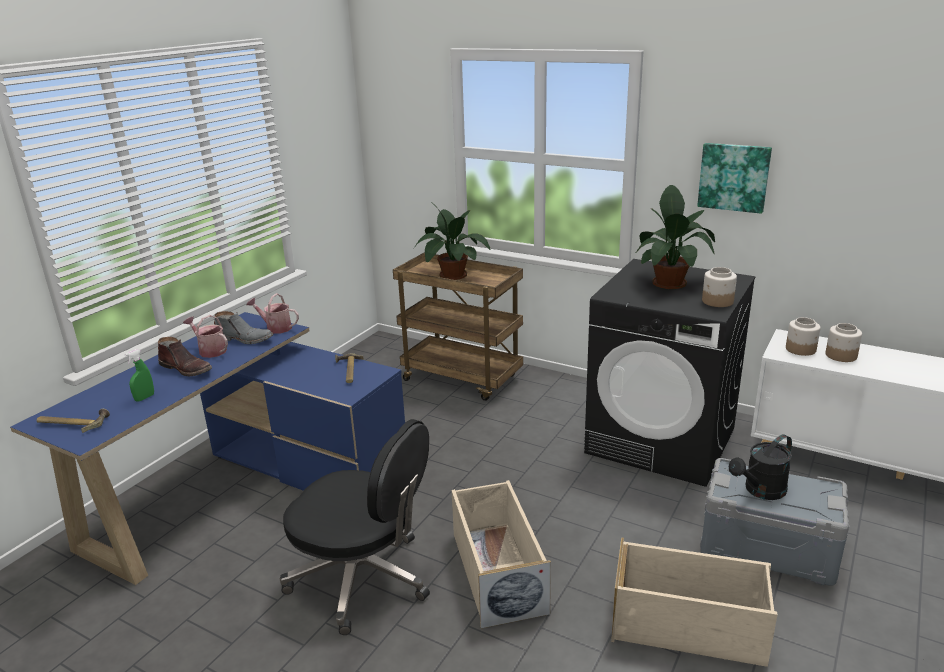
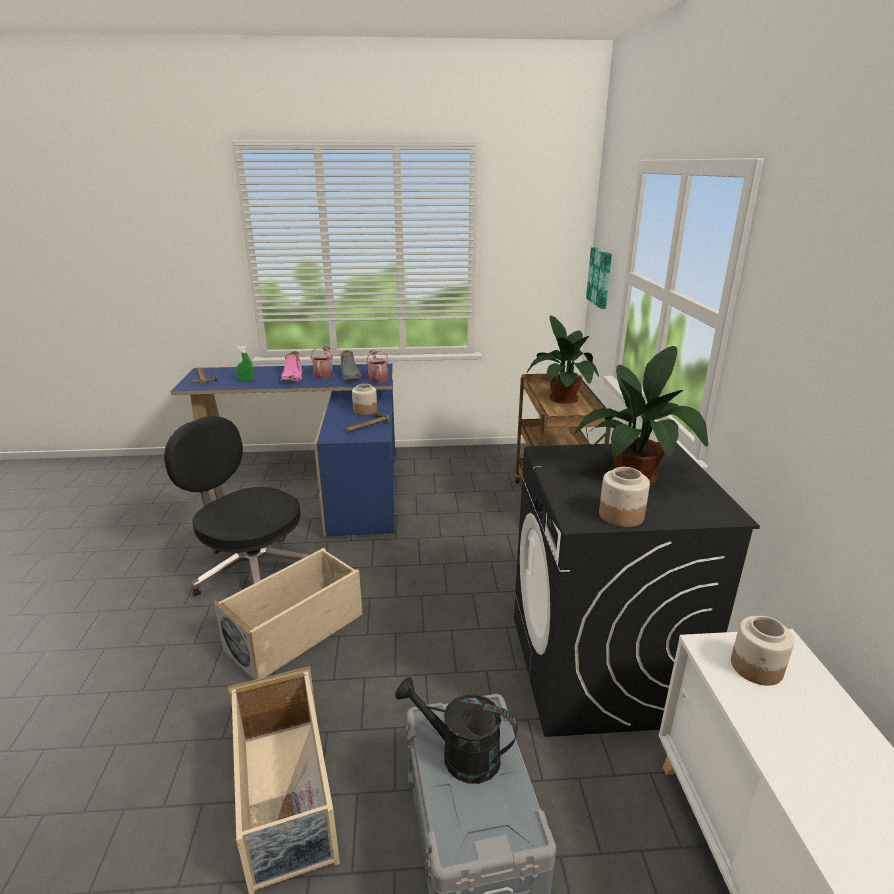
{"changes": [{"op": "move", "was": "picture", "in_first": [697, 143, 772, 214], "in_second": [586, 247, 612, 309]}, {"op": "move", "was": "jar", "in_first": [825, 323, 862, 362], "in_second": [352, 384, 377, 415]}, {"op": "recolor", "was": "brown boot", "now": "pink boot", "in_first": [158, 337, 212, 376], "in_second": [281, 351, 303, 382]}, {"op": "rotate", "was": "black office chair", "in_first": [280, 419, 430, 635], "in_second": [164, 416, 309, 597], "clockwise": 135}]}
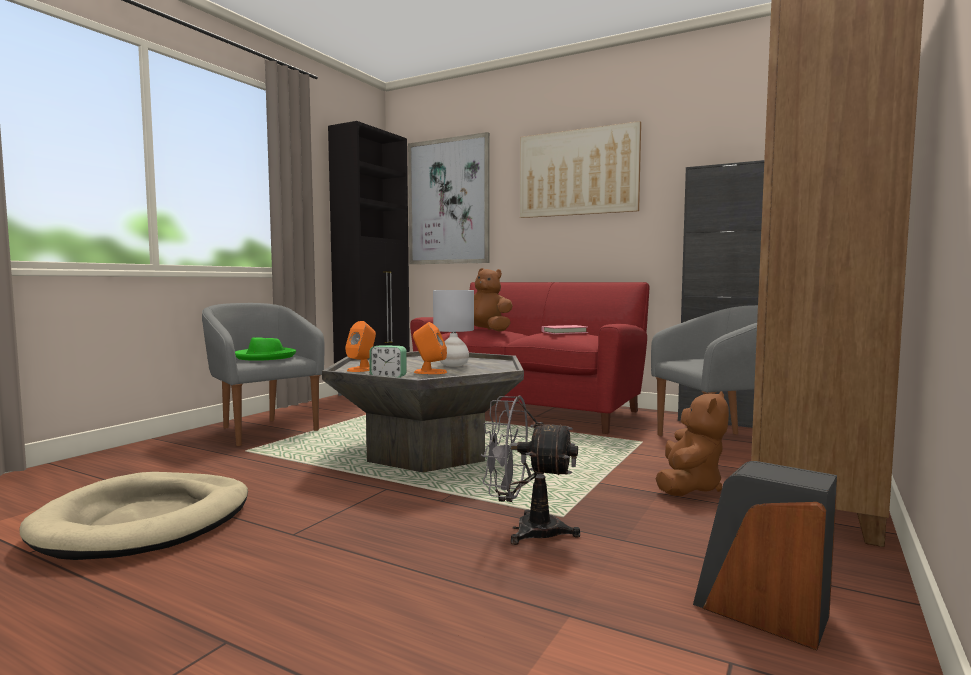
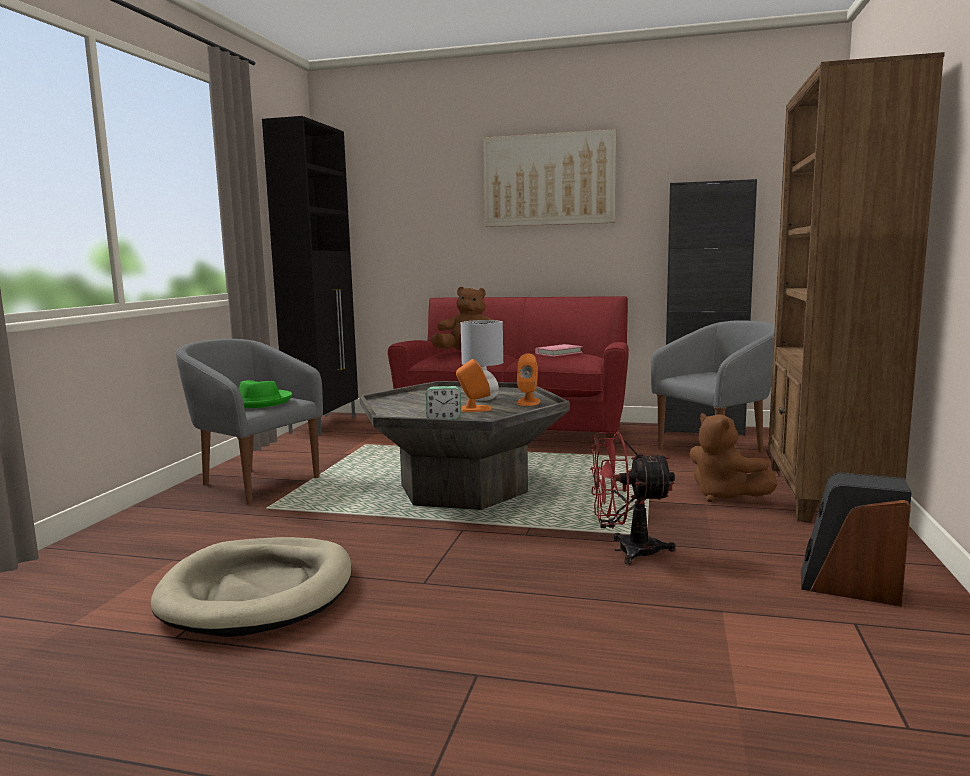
{"changes": [{"op": "delete", "was": "picture", "in_first": [408, 132, 490, 264]}, {"op": "move", "was": "orange speaker", "in_first": [345, 321, 376, 372], "in_second": [517, 354, 540, 406]}, {"op": "recolor", "was": "grey fan", "now": "red fan", "in_first": [481, 396, 580, 545], "in_second": [590, 432, 676, 565]}, {"op": "rotate", "was": "brown plush toy", "in_first": [656, 391, 729, 496], "in_second": [690, 413, 777, 502], "clockwise": 135}]}
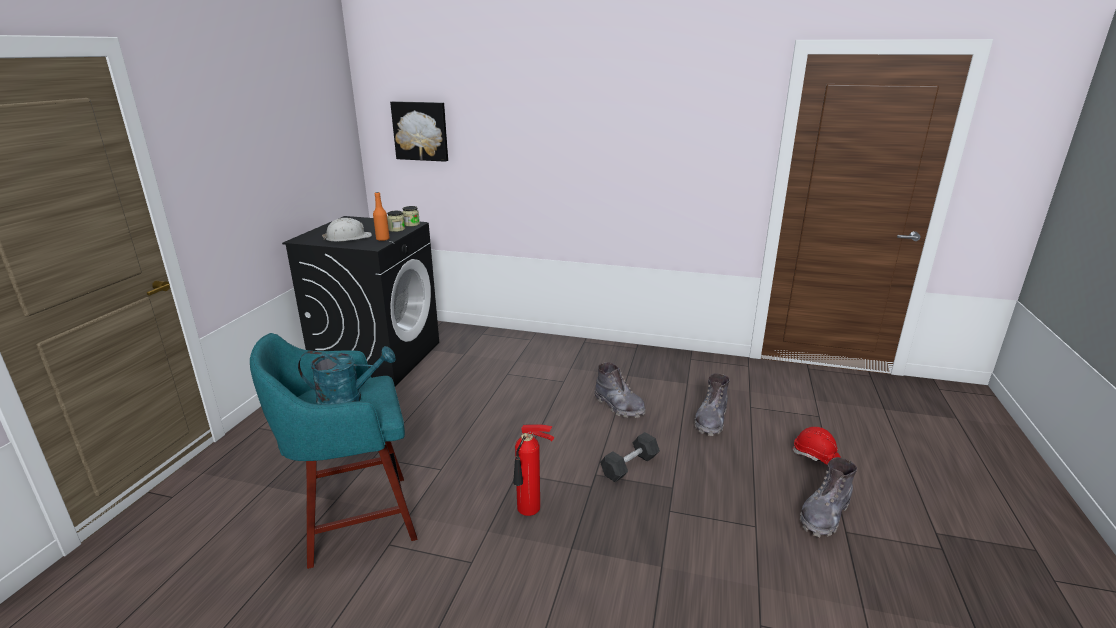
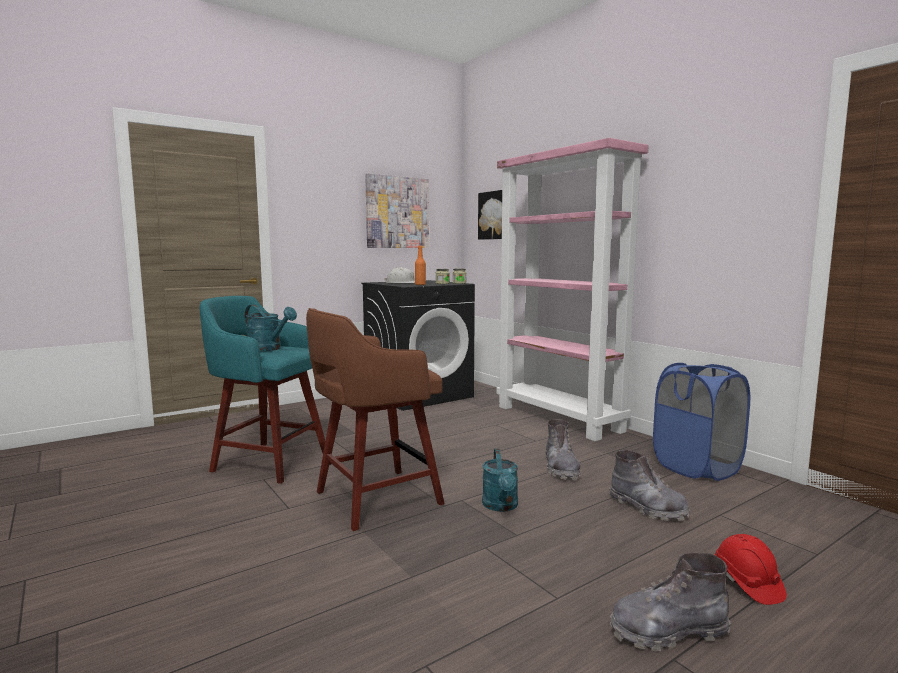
{"changes": [{"op": "insert", "now": "picture", "in_second": [365, 173, 429, 248]}, {"op": "insert", "now": "pink bookcase", "in_second": [497, 138, 649, 441]}, {"op": "insert", "now": "blue laundry basket", "in_second": [653, 363, 750, 481]}, {"op": "replace", "was": "fire extinguisher", "now": "brown stool", "in_first": [513, 424, 554, 516], "in_second": [306, 308, 445, 531]}, {"op": "replace", "was": "black dumbbell", "now": "turquoise watering can", "in_first": [600, 432, 660, 482], "in_second": [482, 449, 518, 512]}, {"op": "rotate", "was": "grey boot", "in_first": [694, 373, 730, 436], "in_second": [609, 450, 690, 521], "clockwise": -105}]}
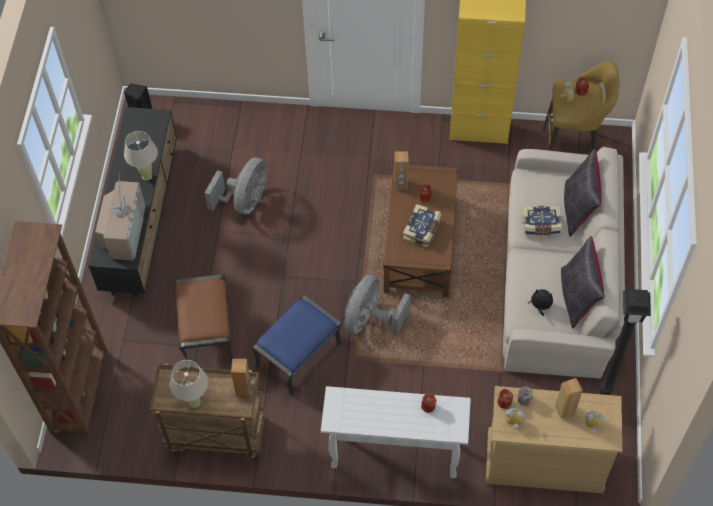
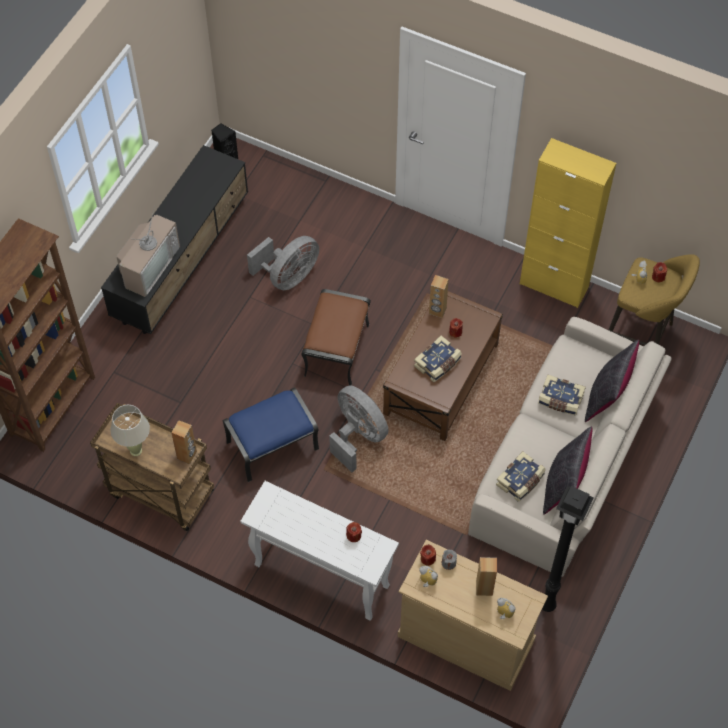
{"changes": [{"op": "delete", "was": "beige table lamp", "in_first": [124, 131, 158, 181]}, {"op": "move", "was": "brown ottoman", "in_first": [175, 275, 234, 360], "in_second": [301, 289, 371, 385]}, {"op": "replace", "was": "plush toy", "now": "book", "in_first": [528, 289, 553, 316], "in_second": [496, 451, 546, 501]}, {"op": "rotate", "was": "grey fan", "in_first": [344, 275, 410, 335], "in_second": [329, 385, 389, 472], "clockwise": 90}]}
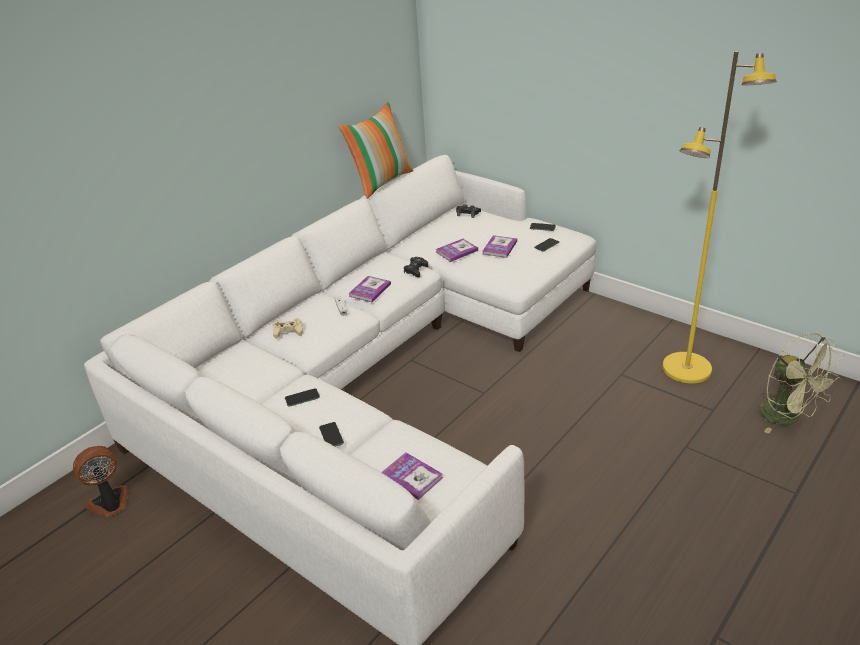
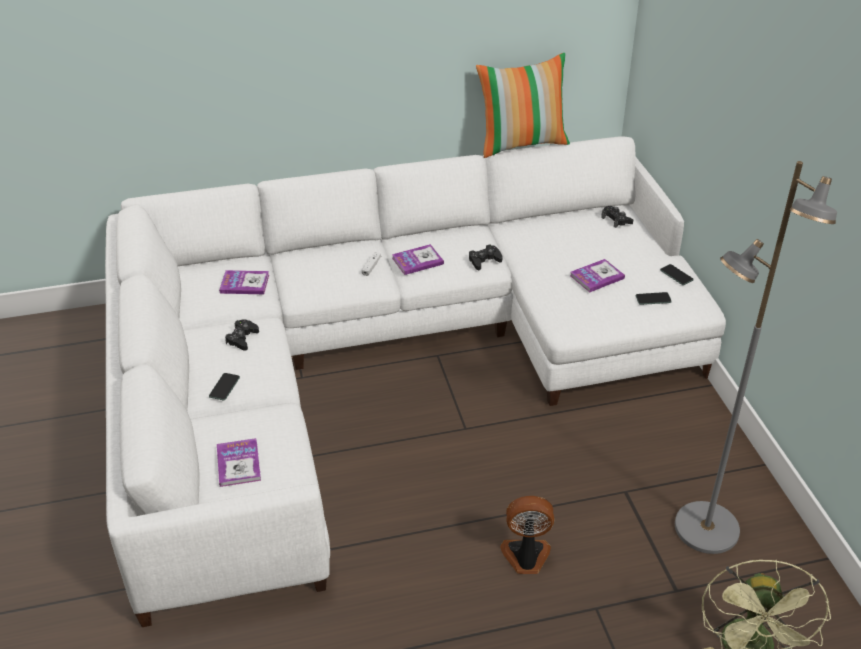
{"changes": [{"op": "delete", "was": "beige game controller", "in_first": [273, 318, 303, 339]}, {"op": "move", "was": "fan", "in_first": [73, 446, 129, 517], "in_second": [500, 496, 555, 574]}, {"op": "move", "was": "book", "in_first": [436, 239, 478, 262], "in_second": [219, 270, 269, 294]}, {"op": "replace", "was": "phone", "now": "black game controller", "in_first": [285, 388, 320, 407], "in_second": [225, 319, 259, 351]}, {"op": "recolor", "was": "yellow floor lamp", "now": "grey floor lamp", "in_first": [663, 51, 777, 383], "in_second": [675, 161, 837, 554]}]}
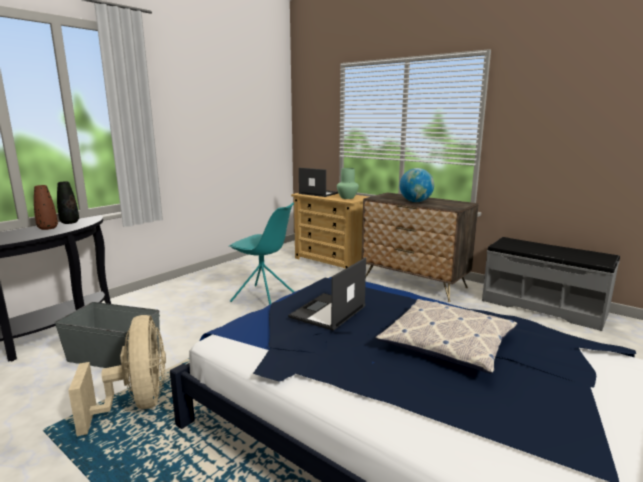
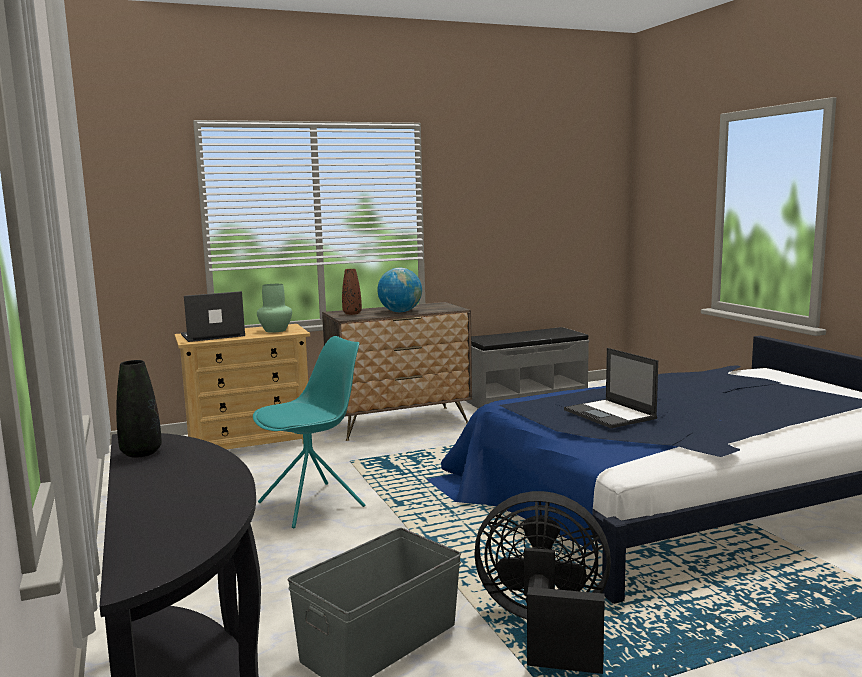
{"changes": [{"op": "delete", "was": "pillow", "in_first": [376, 299, 517, 374]}, {"op": "move", "was": "brown vase", "in_first": [34, 185, 58, 230], "in_second": [342, 269, 362, 315]}, {"op": "recolor", "was": "beige fan", "now": "black fan", "in_first": [68, 315, 166, 436], "in_second": [474, 491, 611, 674]}]}
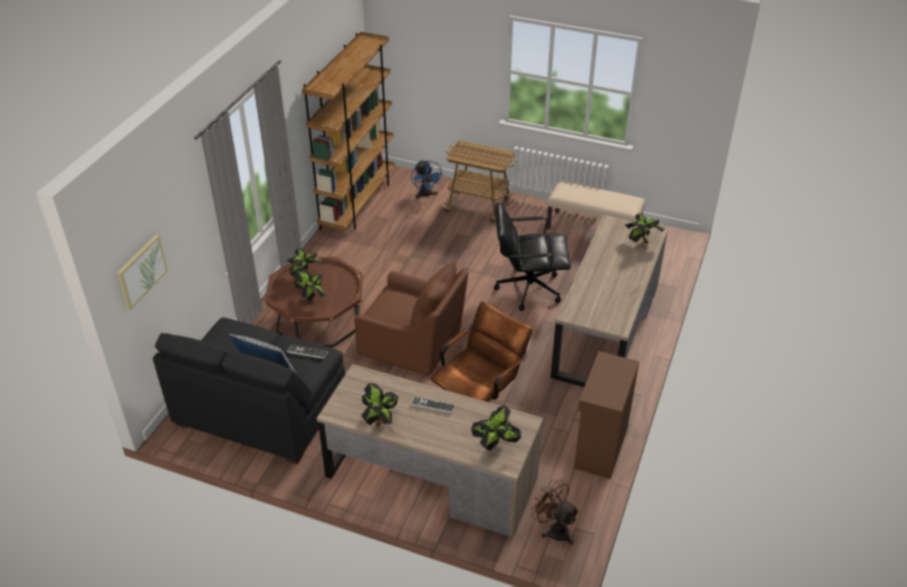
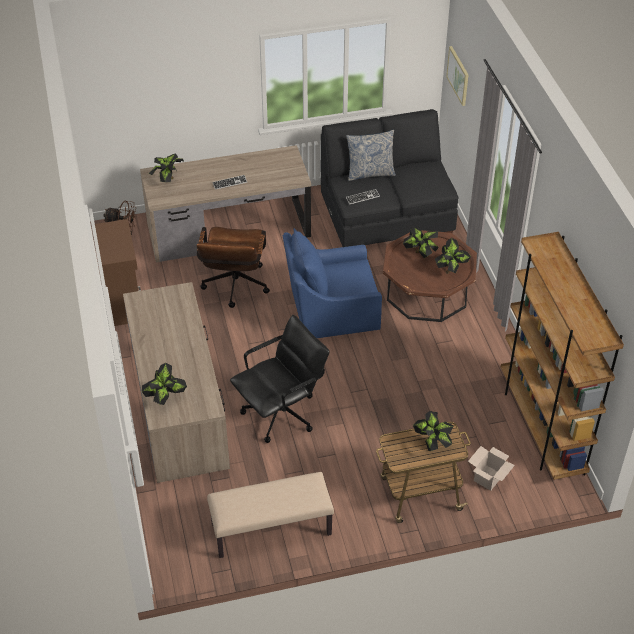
{"changes": [{"op": "move", "was": "potted plant", "in_first": [361, 383, 398, 427], "in_second": [413, 411, 454, 451]}, {"op": "replace", "was": "blue fan", "now": "cardboard box", "in_first": [411, 160, 443, 198], "in_second": [468, 446, 515, 491]}, {"op": "recolor", "was": "brown armchair", "now": "blue armchair", "in_first": [354, 261, 469, 376], "in_second": [283, 228, 382, 338]}]}
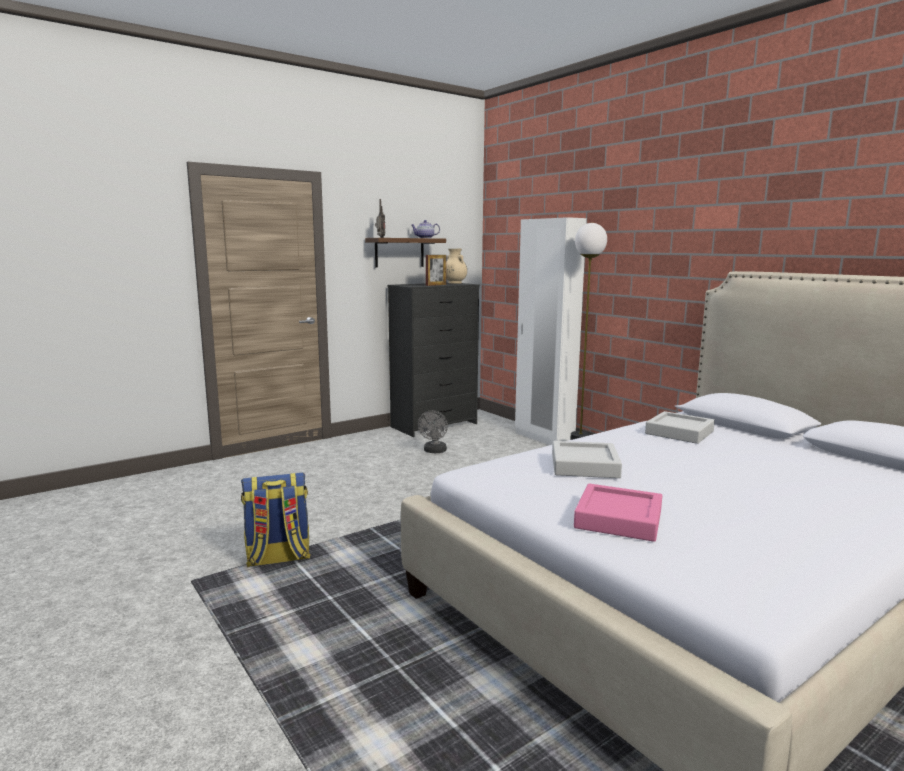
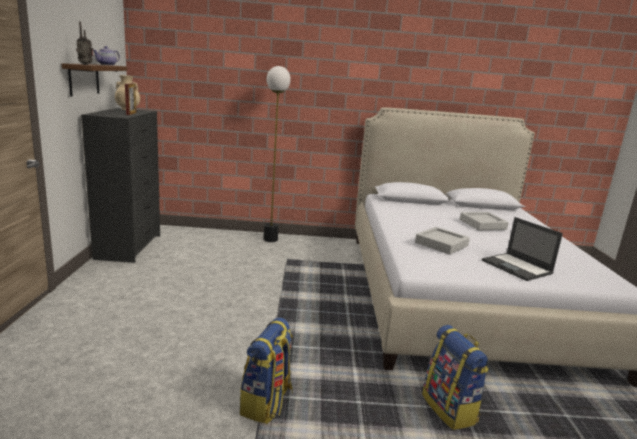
{"changes": [{"op": "delete", "was": "grey fan", "in_first": [418, 410, 448, 453]}, {"op": "delete", "was": "white wardrobe", "in_first": [515, 217, 587, 445]}, {"op": "insert", "now": "backpack", "in_second": [422, 325, 489, 430]}, {"op": "move", "was": "grey tray", "in_first": [645, 411, 715, 444], "in_second": [460, 212, 509, 230]}, {"op": "replace", "was": "pink tray", "now": "laptop", "in_first": [574, 484, 662, 542], "in_second": [482, 217, 563, 281]}]}
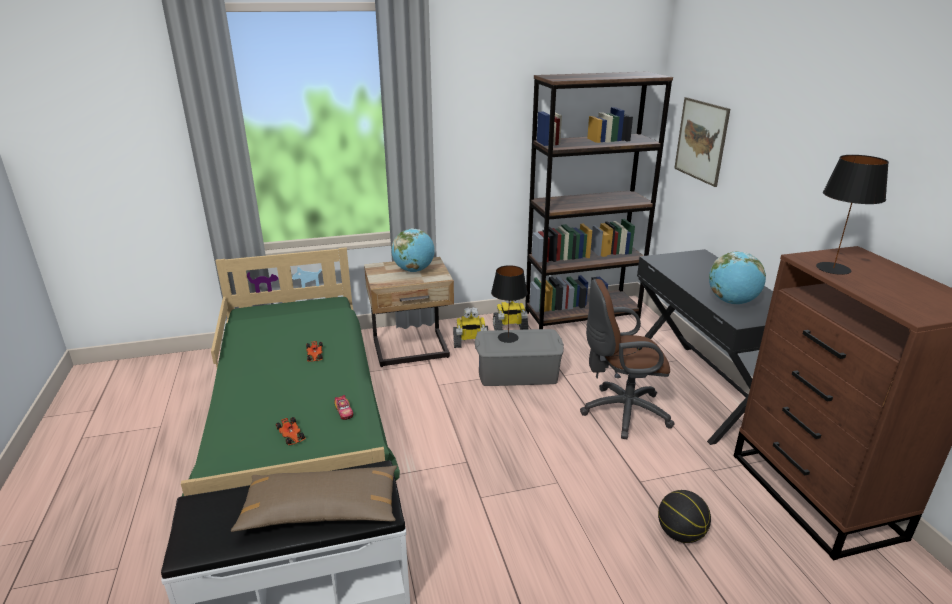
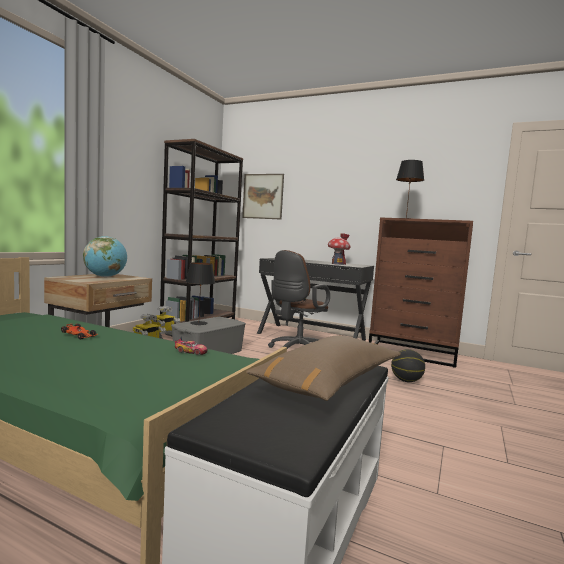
{"changes": [{"op": "delete", "was": "toy car", "in_first": [276, 417, 306, 445]}, {"op": "replace", "was": "globe", "now": "toy house", "in_first": [709, 252, 766, 304], "in_second": [328, 233, 350, 265]}]}
